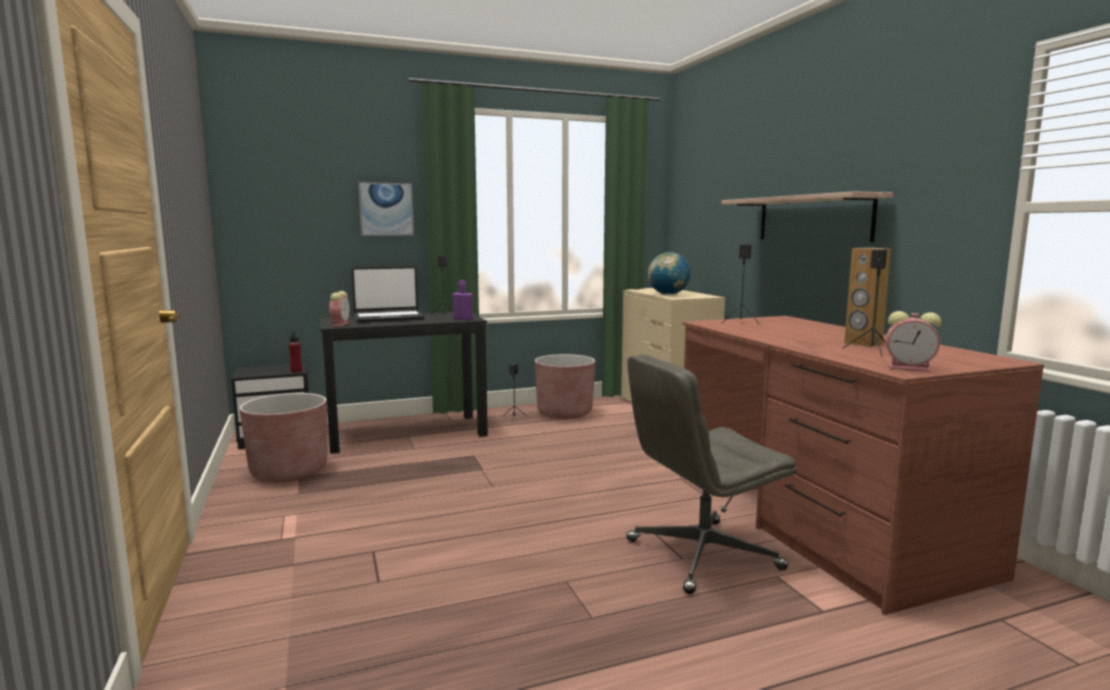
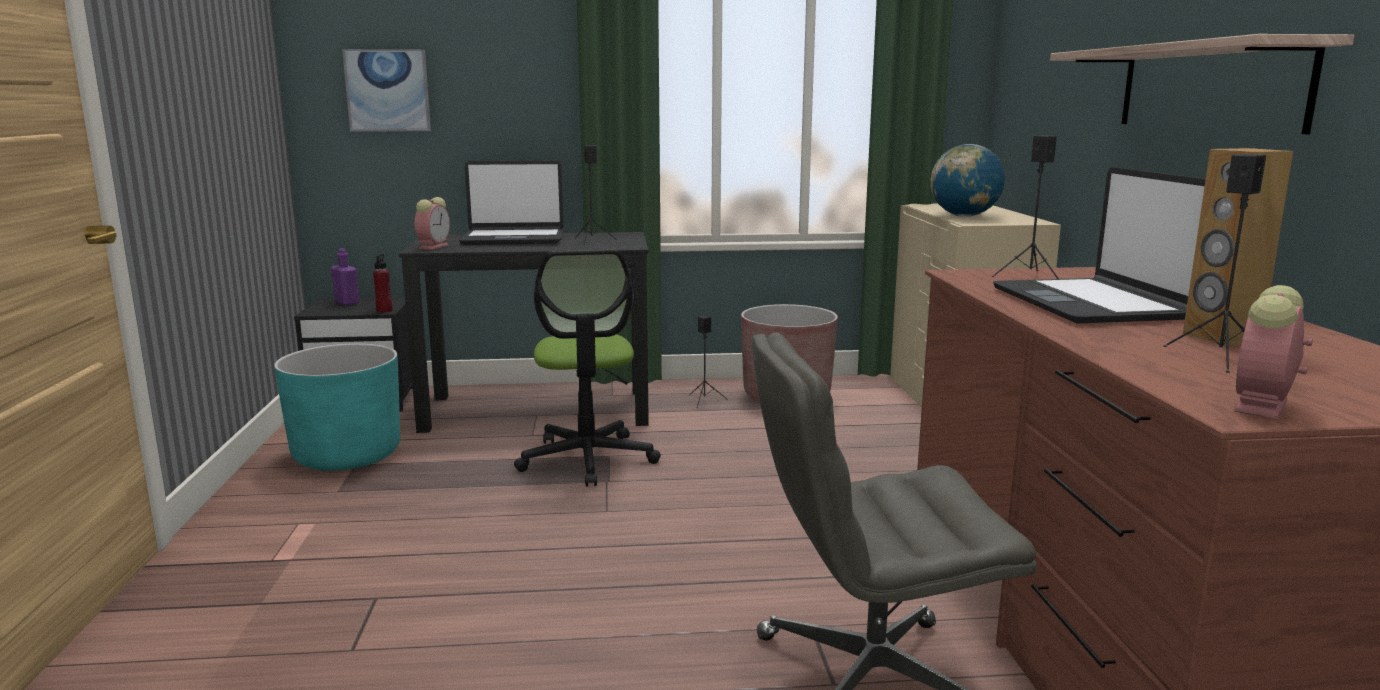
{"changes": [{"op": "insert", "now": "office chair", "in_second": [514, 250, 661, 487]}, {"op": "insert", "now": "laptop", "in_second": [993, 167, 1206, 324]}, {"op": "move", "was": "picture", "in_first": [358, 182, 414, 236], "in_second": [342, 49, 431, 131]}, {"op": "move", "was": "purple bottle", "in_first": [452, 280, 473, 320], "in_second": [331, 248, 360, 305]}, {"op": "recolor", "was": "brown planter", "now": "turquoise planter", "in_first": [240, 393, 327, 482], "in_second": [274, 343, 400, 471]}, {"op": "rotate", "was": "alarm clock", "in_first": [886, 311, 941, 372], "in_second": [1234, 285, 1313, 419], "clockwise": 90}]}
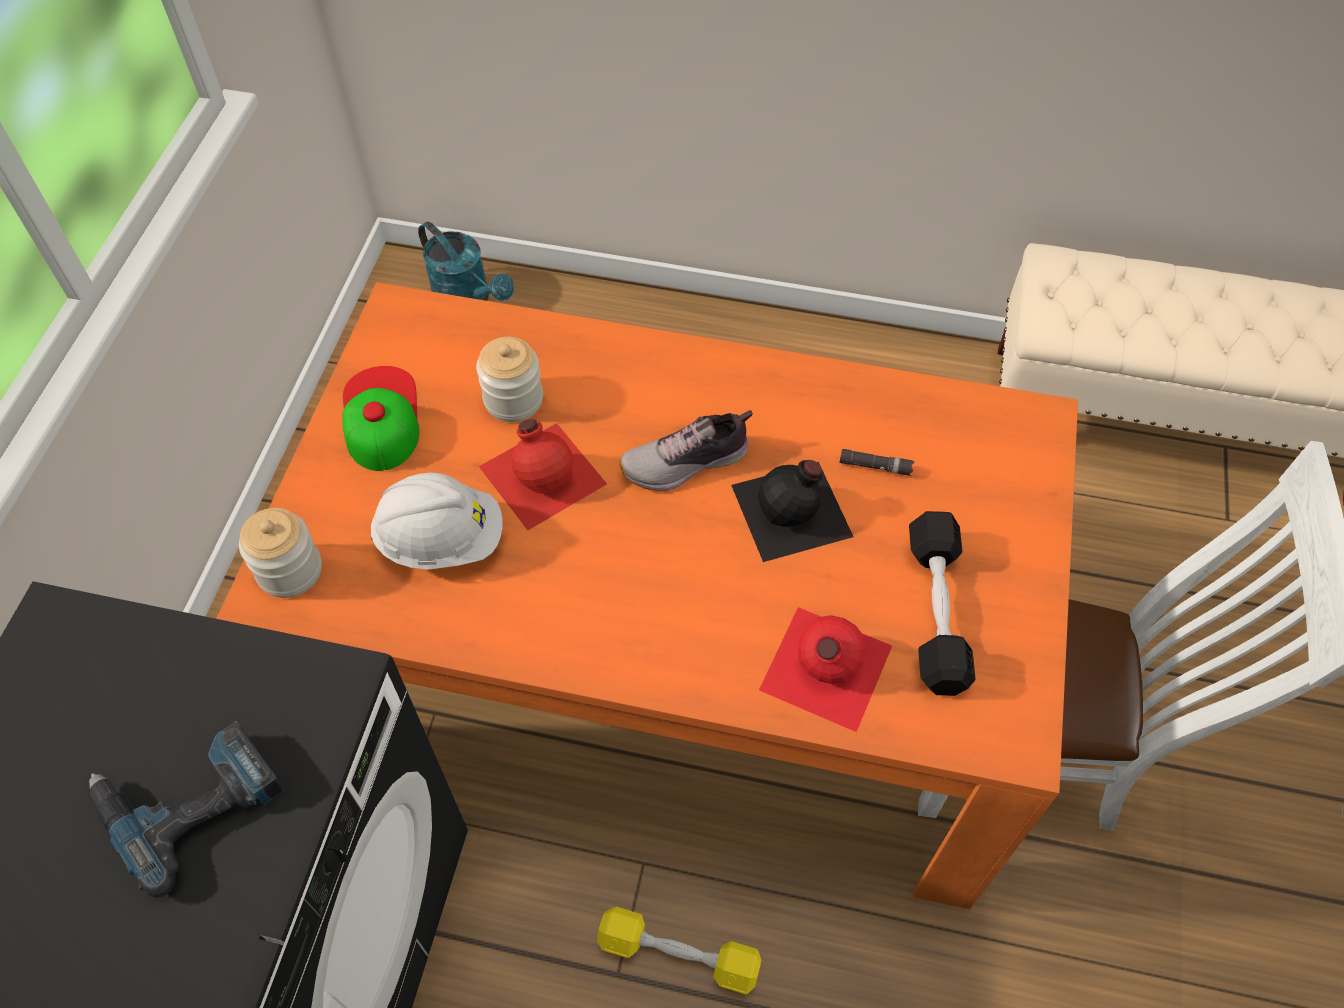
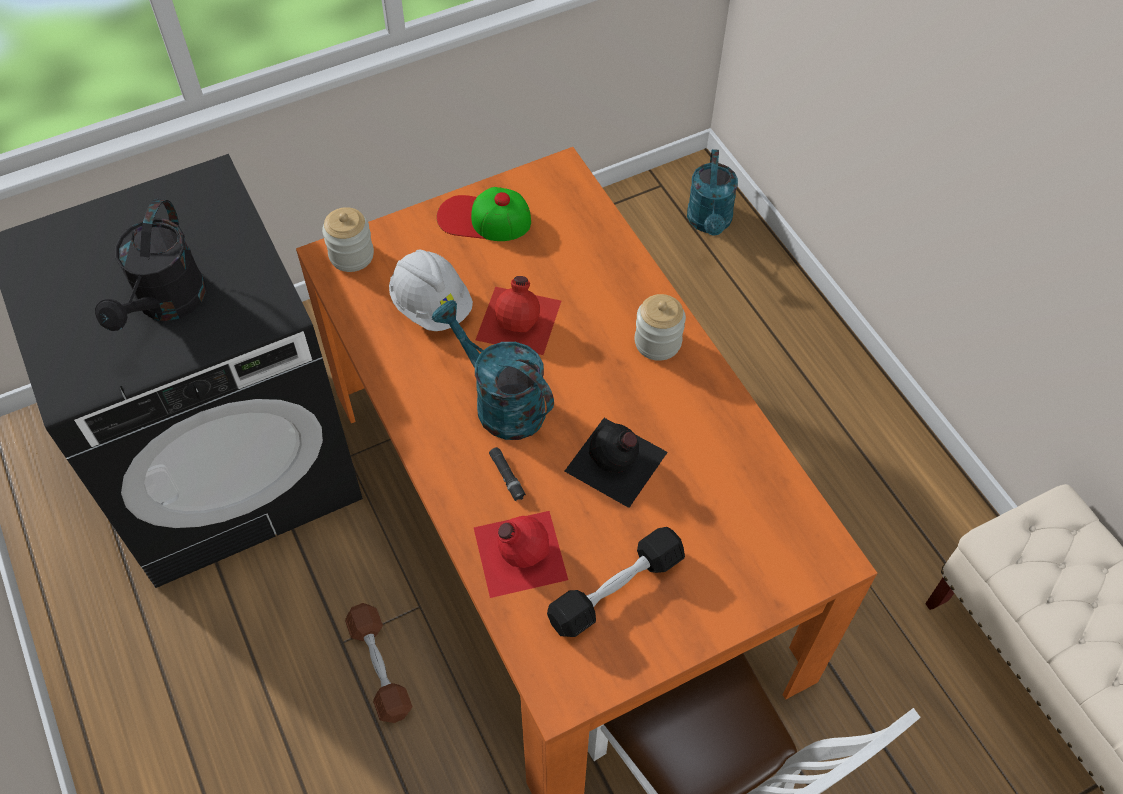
{"changes": [{"op": "delete", "was": "shoe", "in_first": [619, 410, 753, 491]}, {"op": "insert", "now": "turquoise watering can", "in_second": [432, 300, 554, 440]}, {"op": "move", "was": "jar", "in_first": [476, 337, 543, 422], "in_second": [635, 294, 686, 361]}, {"op": "move", "was": "black flashlight", "in_first": [839, 449, 915, 476], "in_second": [489, 447, 526, 501]}, {"op": "replace", "was": "power drill", "now": "black watering can", "in_first": [89, 721, 284, 898], "in_second": [95, 199, 206, 331]}, {"op": "recolor", "was": "yellow dumbbell", "now": "brown dumbbell", "in_first": [597, 907, 762, 994], "in_second": [345, 603, 412, 723]}, {"op": "rotate", "was": "cap", "in_first": [342, 366, 419, 471], "in_second": [437, 187, 531, 241], "clockwise": -120}]}
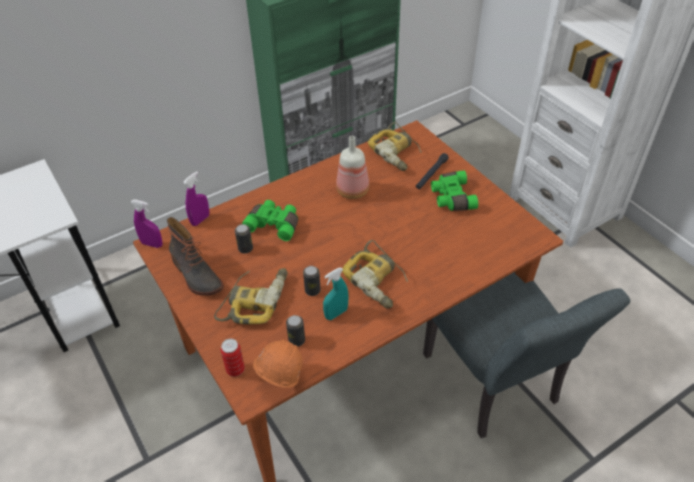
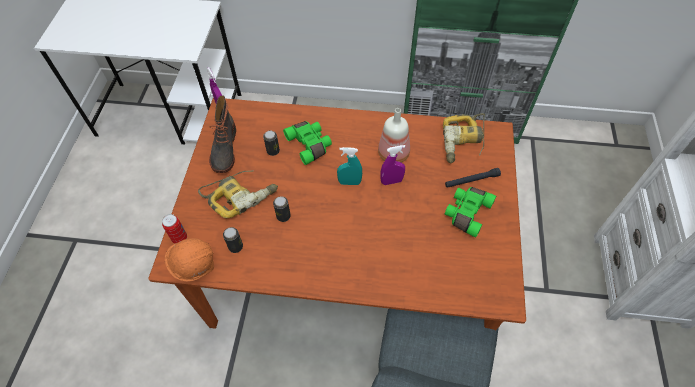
{"changes": [{"op": "delete", "was": "power drill", "in_first": [342, 240, 408, 309]}, {"op": "move", "was": "purple spray bottle", "in_first": [183, 171, 209, 226], "in_second": [380, 145, 405, 185]}, {"op": "move", "was": "turquoise spray bottle", "in_first": [323, 267, 349, 320], "in_second": [337, 147, 362, 185]}]}
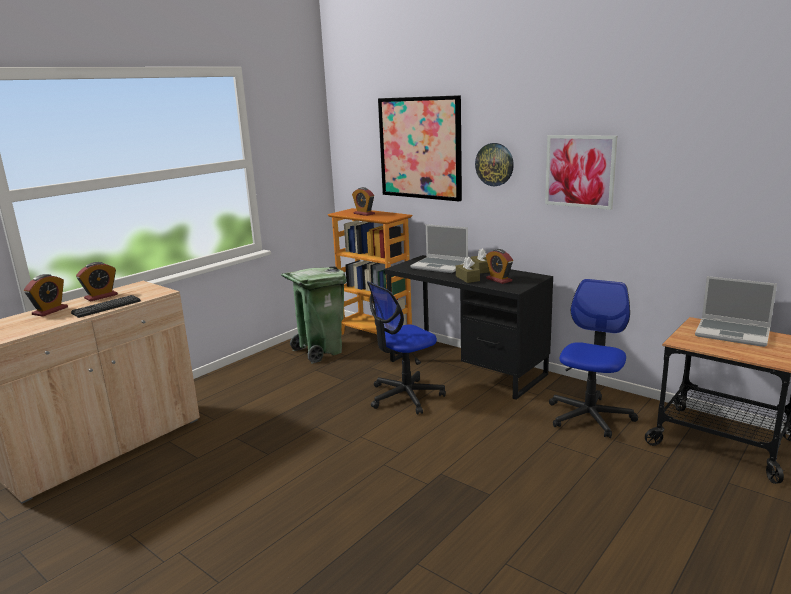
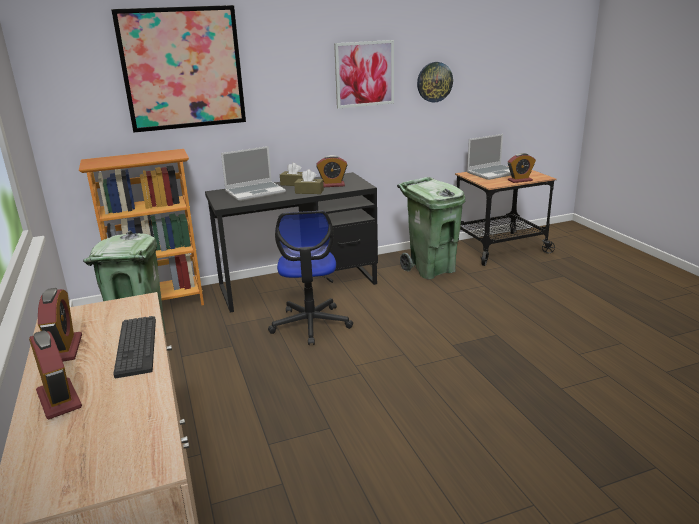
{"changes": [{"op": "move", "was": "alarm clock", "in_first": [352, 187, 375, 216], "in_second": [508, 153, 536, 183]}, {"op": "move", "was": "wall clock", "in_first": [475, 143, 514, 186], "in_second": [417, 62, 453, 102]}, {"op": "replace", "was": "office chair", "now": "green trash can", "in_first": [549, 279, 638, 438], "in_second": [397, 177, 465, 279]}]}
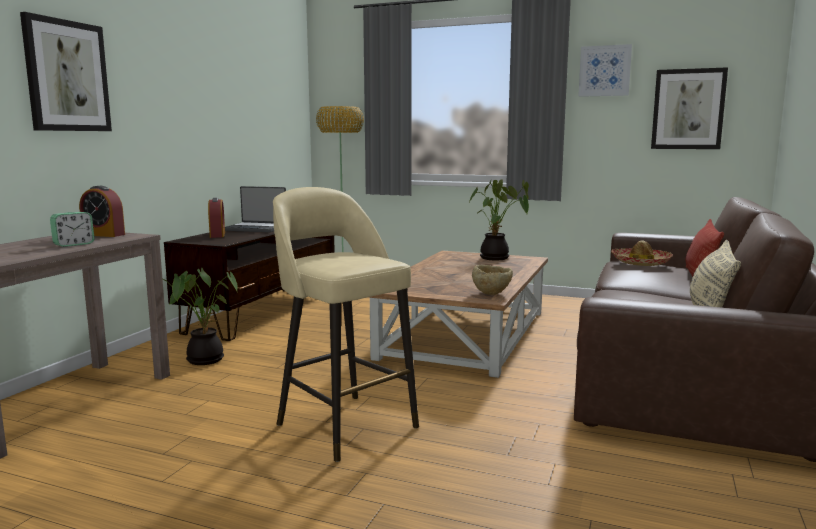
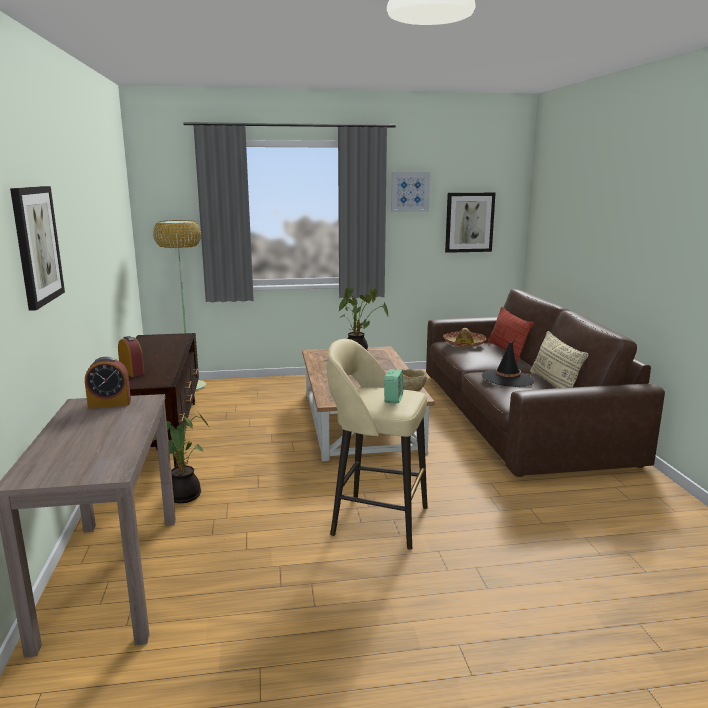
{"changes": [{"op": "delete", "was": "laptop", "in_first": [225, 186, 286, 232]}, {"op": "insert", "now": "black hat", "in_second": [482, 340, 534, 387]}, {"op": "move", "was": "alarm clock", "in_first": [50, 212, 95, 247], "in_second": [384, 370, 403, 404]}]}
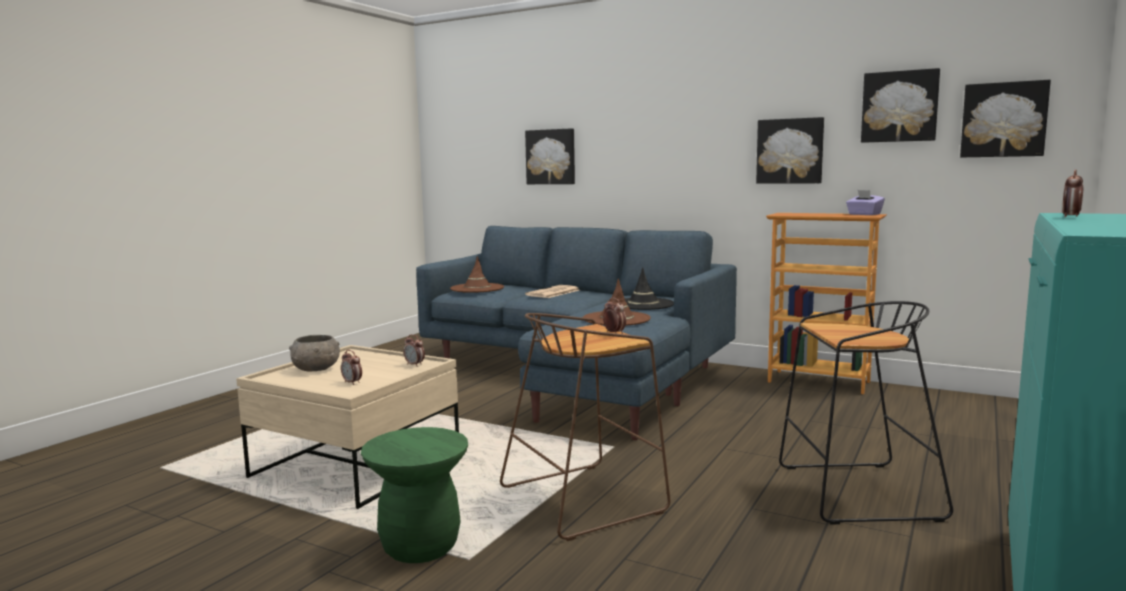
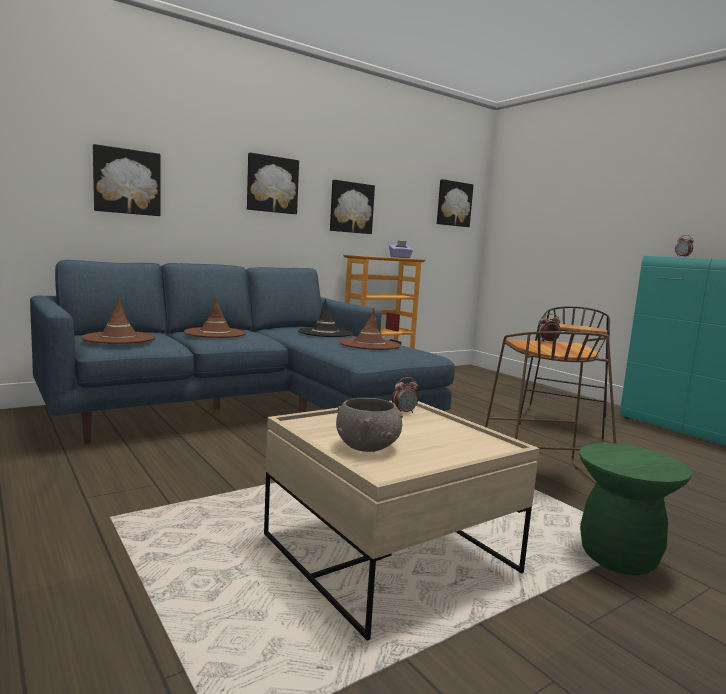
{"changes": [{"op": "delete", "was": "alarm clock", "in_first": [341, 350, 362, 385]}, {"op": "move", "was": "picture", "in_first": [861, 68, 940, 143], "in_second": [247, 152, 299, 214]}, {"op": "replace", "was": "newspaper", "now": "brown hat", "in_first": [525, 285, 579, 298], "in_second": [184, 297, 246, 338]}]}
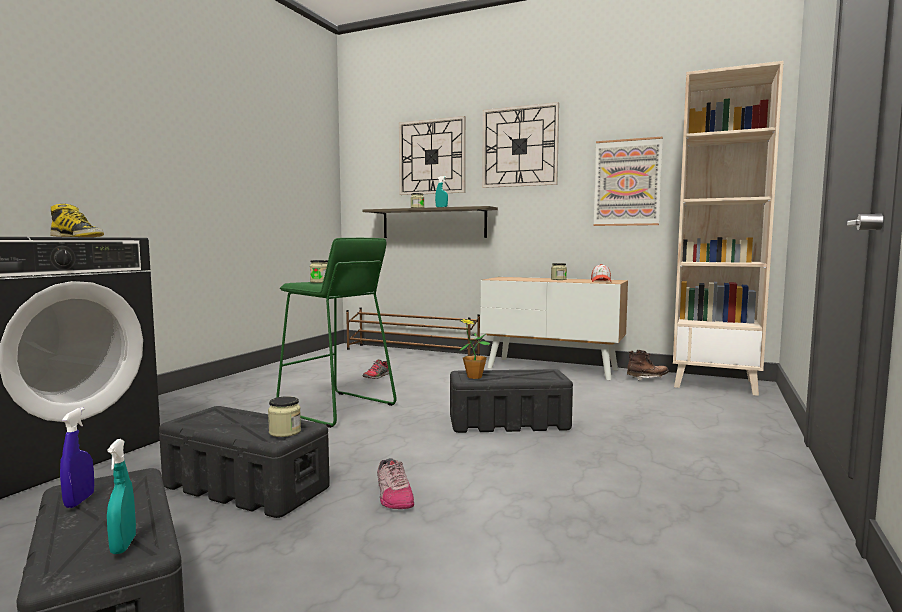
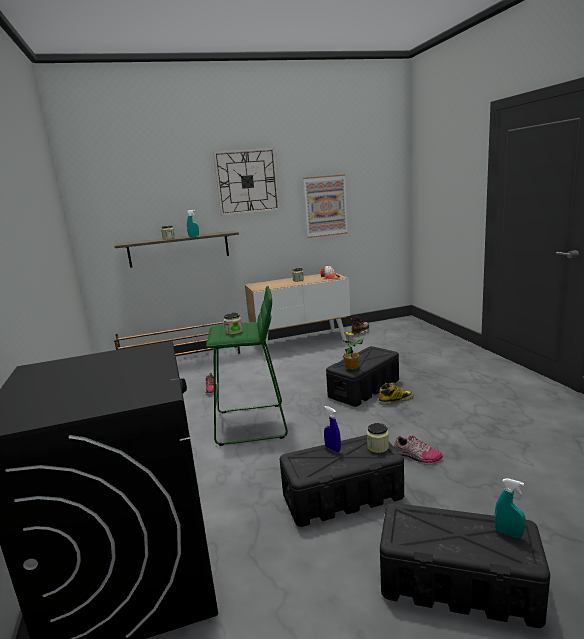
{"changes": [{"op": "delete", "was": "wall clock", "in_first": [399, 116, 466, 195]}, {"op": "delete", "was": "beige bookcase", "in_first": [673, 61, 784, 396]}, {"op": "move", "was": "boot", "in_first": [50, 204, 104, 237], "in_second": [378, 383, 414, 405]}, {"op": "move", "was": "blue spray bottle", "in_first": [60, 407, 94, 508], "in_second": [324, 406, 341, 452]}]}
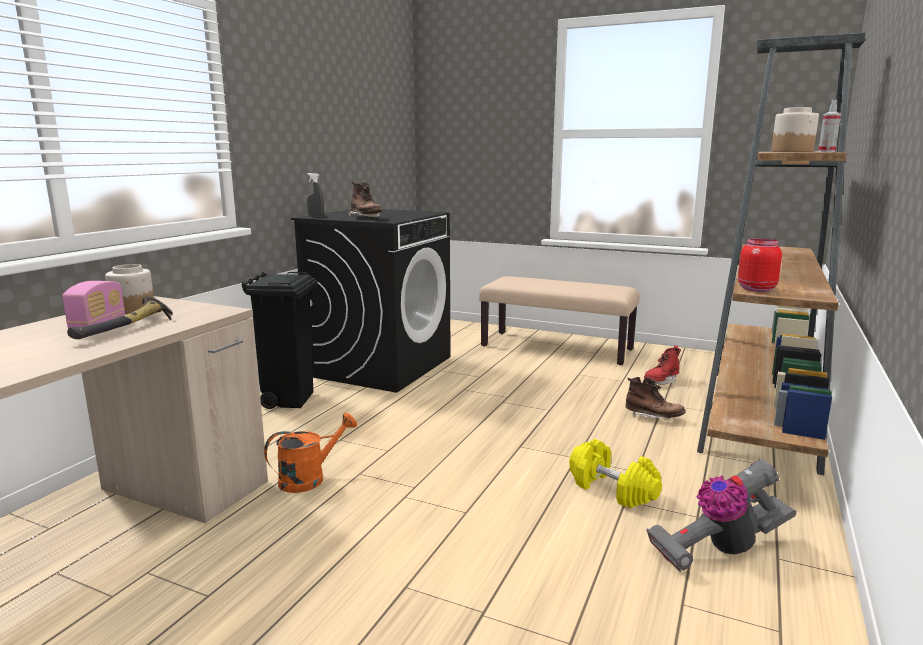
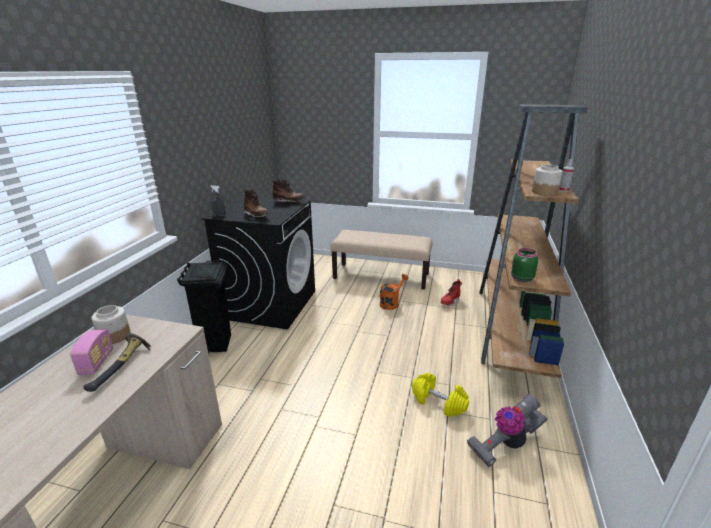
{"changes": [{"op": "move", "was": "orange watering can", "in_first": [264, 413, 357, 493], "in_second": [380, 274, 409, 310]}, {"op": "move", "was": "brown boot", "in_first": [625, 377, 686, 420], "in_second": [271, 179, 305, 203]}, {"op": "recolor", "was": "red jar", "now": "green jar", "in_first": [738, 238, 782, 292], "in_second": [511, 248, 538, 282]}]}
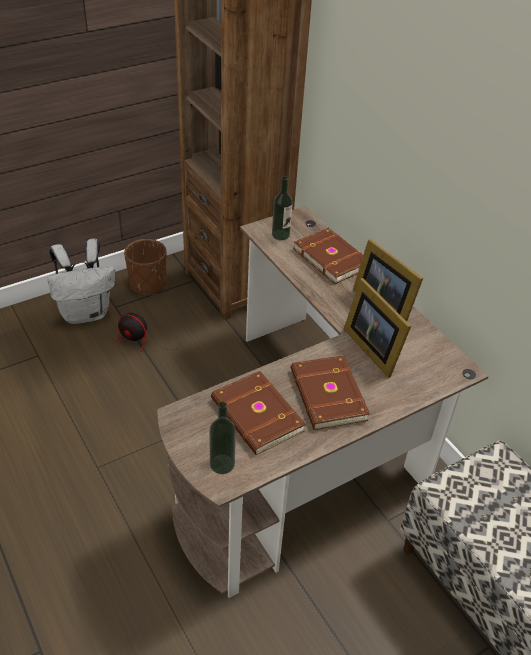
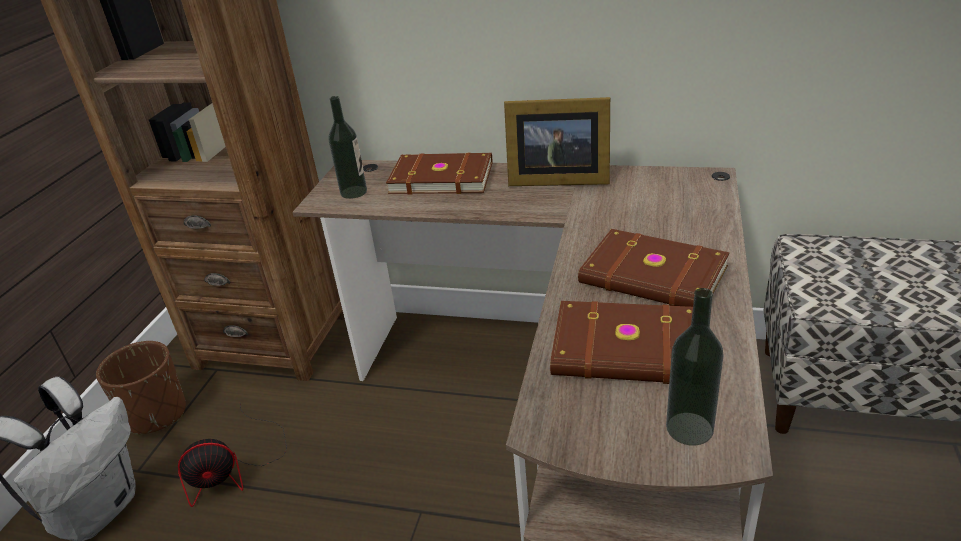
{"changes": [{"op": "delete", "was": "picture frame", "in_first": [344, 278, 411, 378]}]}
